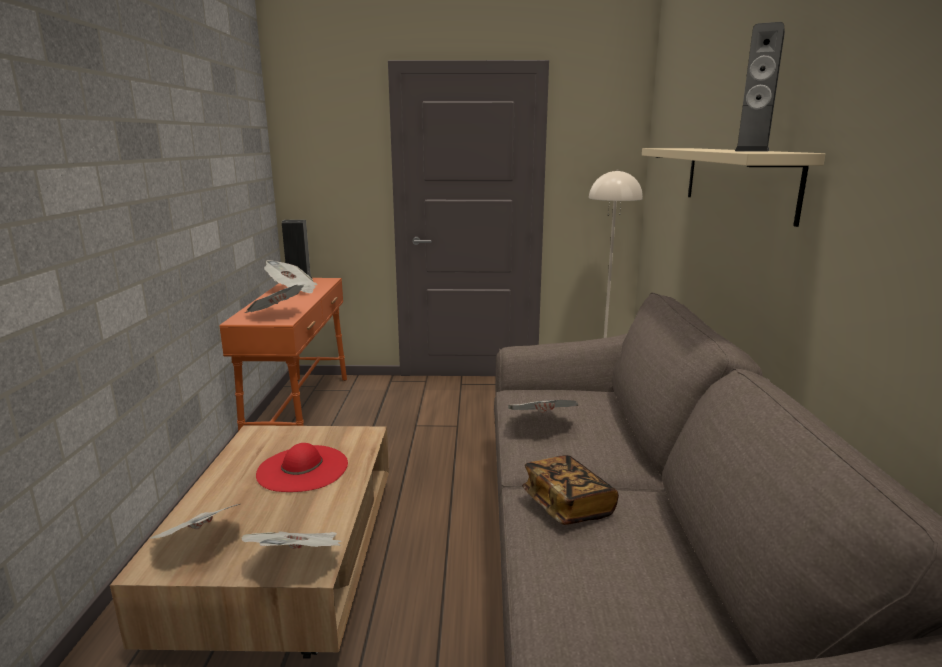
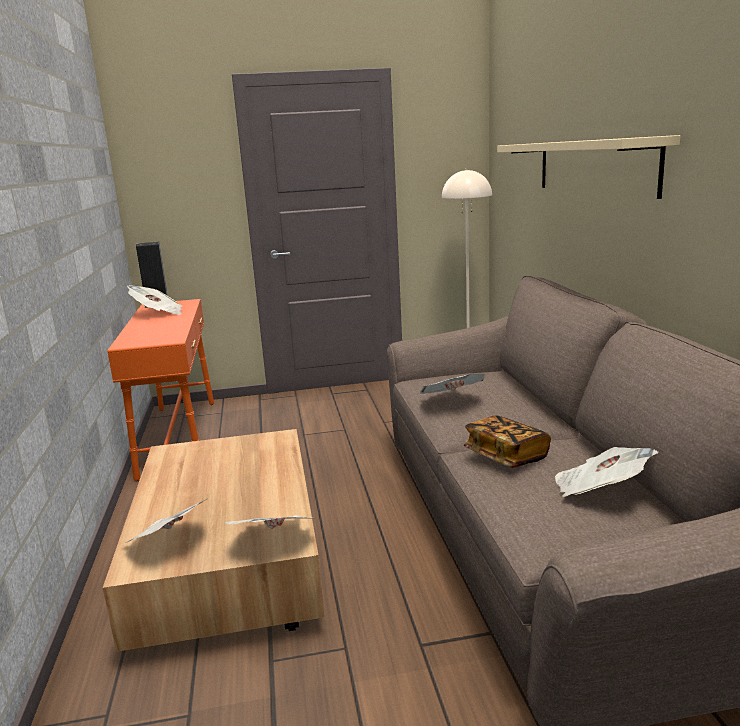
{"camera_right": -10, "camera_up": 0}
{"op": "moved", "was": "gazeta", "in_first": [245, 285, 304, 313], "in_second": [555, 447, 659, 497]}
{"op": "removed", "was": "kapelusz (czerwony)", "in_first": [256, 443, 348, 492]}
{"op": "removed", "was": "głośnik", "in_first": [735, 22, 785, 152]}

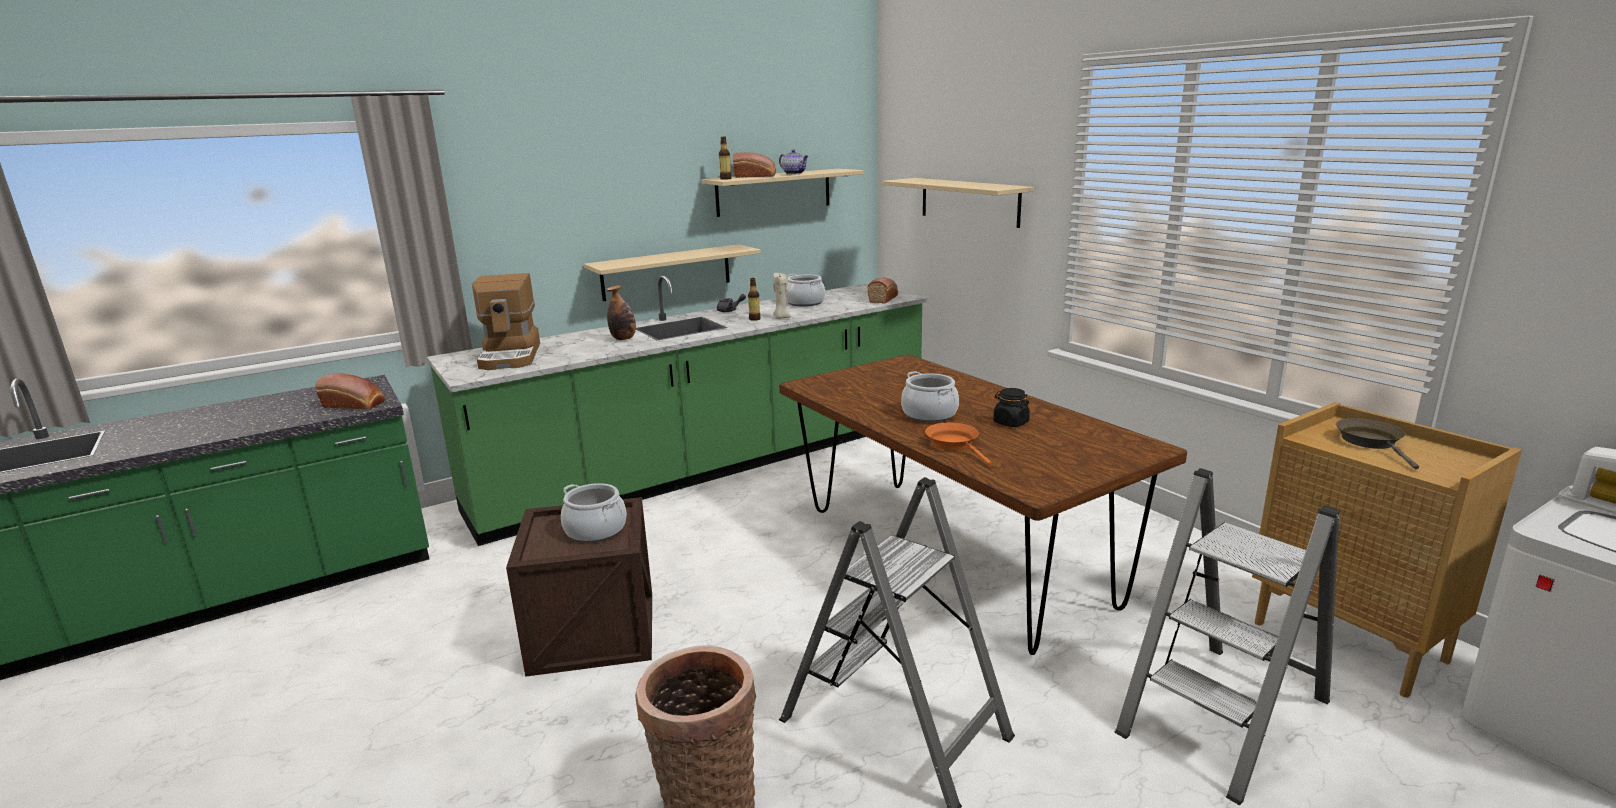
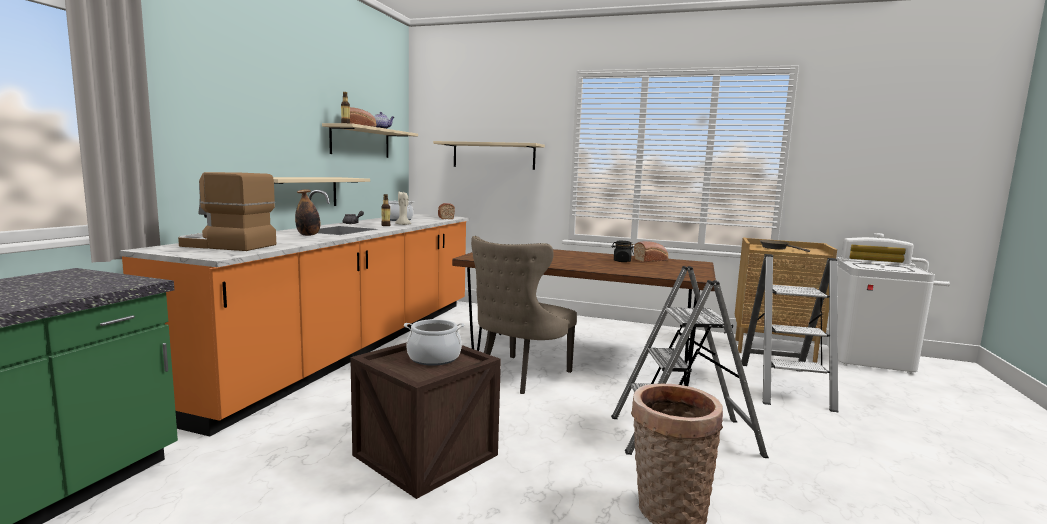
{"camera_right": -40, "camera_up": -10}
{"op": "recoloured", "was": "zabudowa kuchenna (zielony)", "now": "zabudowa kuchenna (pomarańczowy)", "in_first": [427, 275, 927, 546], "in_second": [119, 190, 470, 437]}
{"op": "turned", "was": "ekspres do kawy", "in_first": [472, 273, 540, 370], "in_second": [178, 172, 276, 251], "clockwise": 150}
{"op": "added", "now": "krzesło (beżowy)", "in_second": [471, 236, 577, 394]}
{"op": "moved", "was": "chleb", "in_first": [315, 373, 385, 410], "in_second": [634, 241, 668, 262]}
{"op": "removed", "was": "garnek", "in_first": [901, 371, 959, 422]}
{"op": "removed", "was": "patelnia (pomarańczowy)", "in_first": [925, 423, 992, 466]}

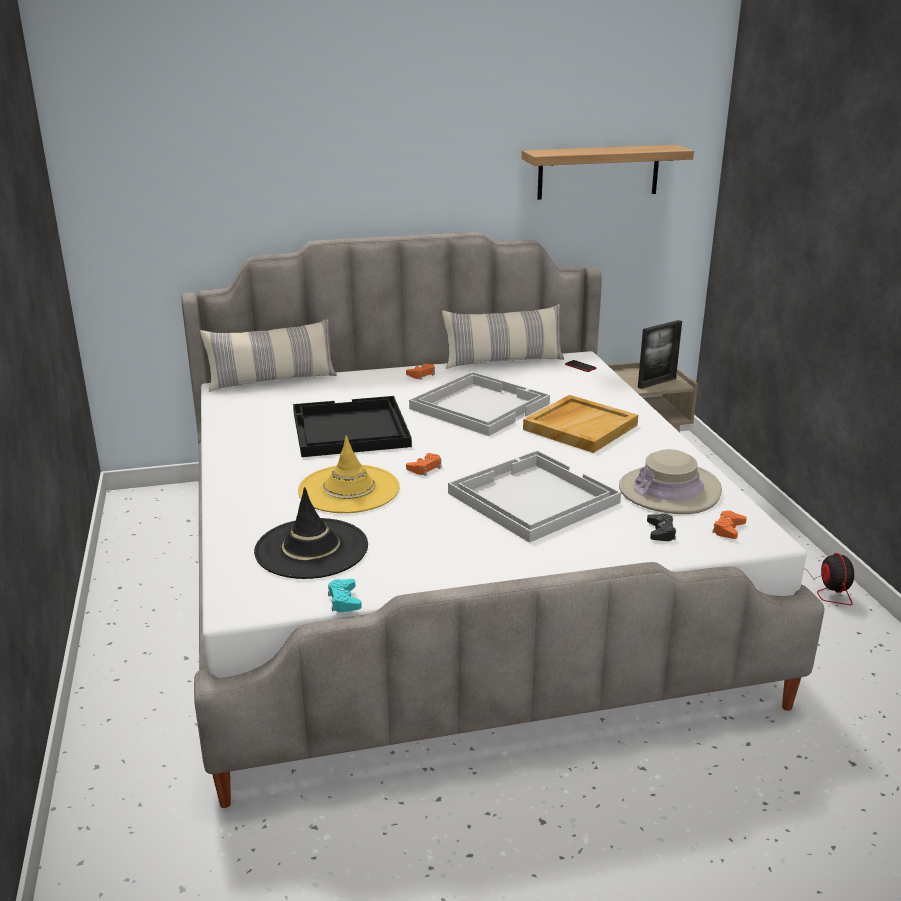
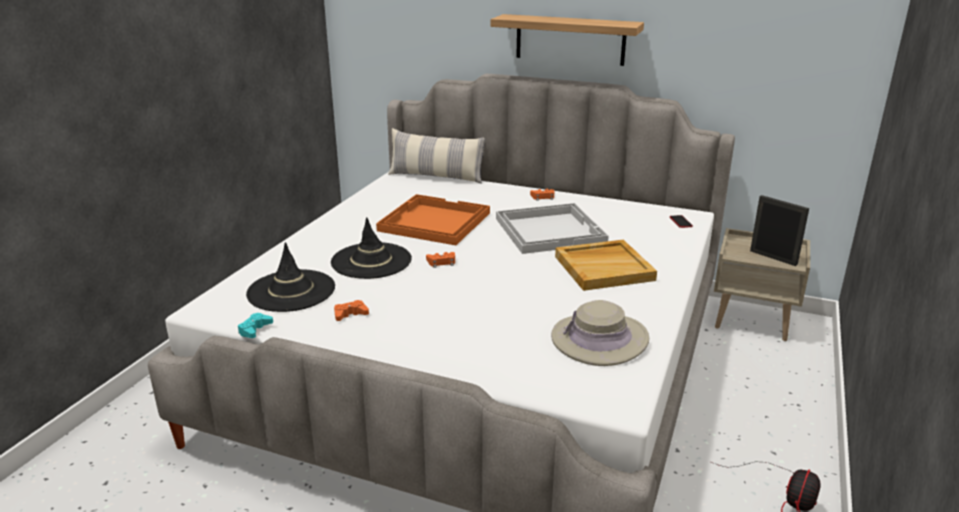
{"camera_right": 35, "camera_up": 0}
{"op": "recoloured", "was": "kapelusz (żółty)", "now": "kapelusz (czarny)", "in_first": [298, 435, 400, 513], "in_second": [331, 217, 412, 279]}
{"op": "moved", "was": "pad do gier (pomarańczowy)", "in_first": [712, 511, 747, 539], "in_second": [334, 300, 369, 321]}
{"op": "recoloured", "was": "taca (czarny)", "now": "taca (pomarańczowy)", "in_first": [293, 396, 412, 457], "in_second": [376, 194, 490, 245]}
{"op": "moved", "was": "półka", "in_first": [522, 145, 694, 200], "in_second": [490, 14, 644, 66]}
{"op": "turned", "was": "ramka na zdjęcie", "in_first": [638, 320, 682, 389], "in_second": [750, 195, 809, 266], "clockwise": -135}
{"op": "removed", "was": "poduszka", "in_first": [442, 304, 564, 369]}
{"op": "removed", "was": "taca (biały)", "in_first": [448, 450, 621, 543]}
{"op": "removed", "was": "pad do gier (czarny)", "in_first": [647, 513, 676, 541]}

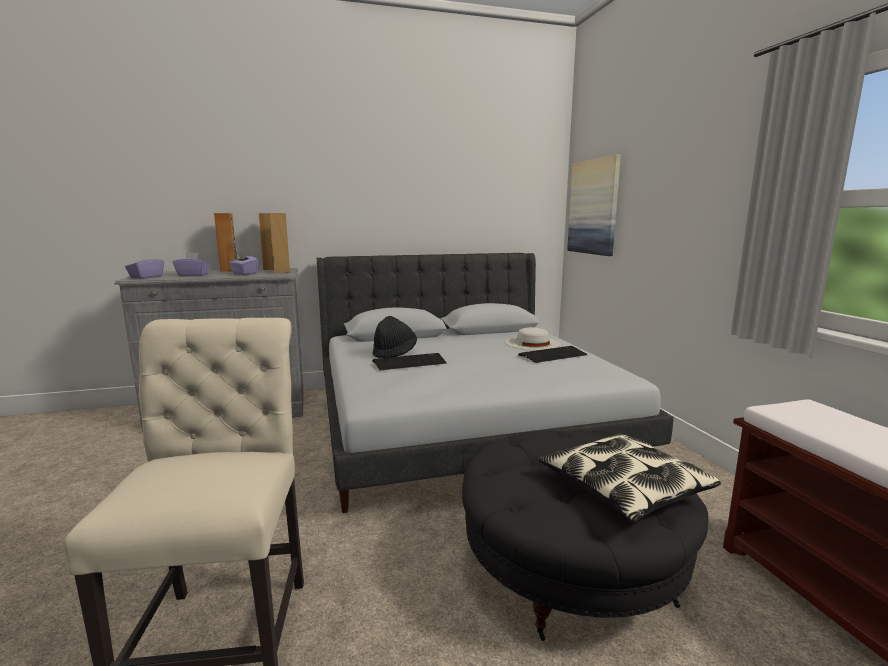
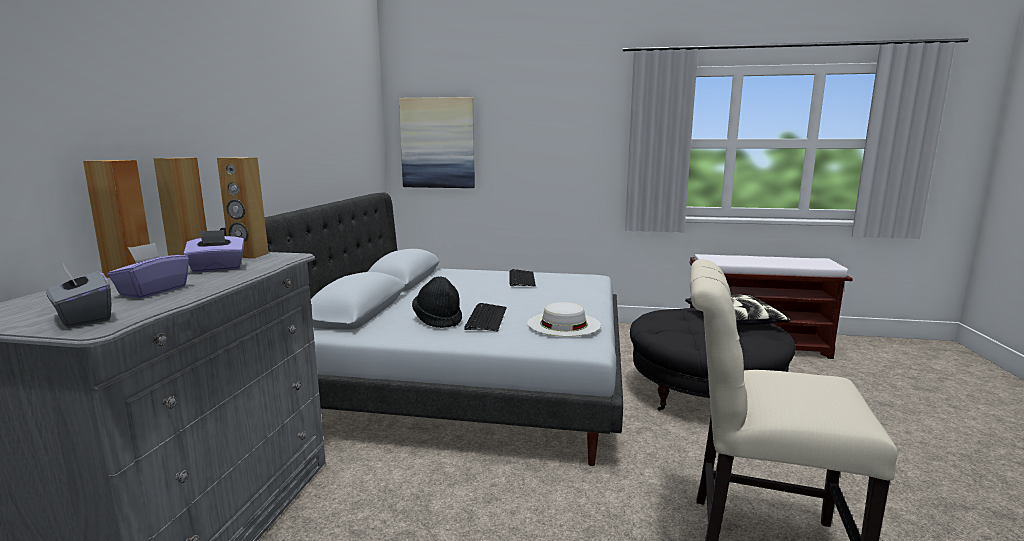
{"camera_right": -65, "camera_up": 0}
{"op": "recoloured", "was": "pudełko chusteczek (fioletowy)", "now": "pudełko chusteczek (szary)", "in_first": [125, 253, 164, 279], "in_second": [46, 263, 111, 328]}
{"op": "moved", "was": "kapelusz (biały)", "in_first": [505, 327, 561, 350], "in_second": [527, 302, 601, 337]}

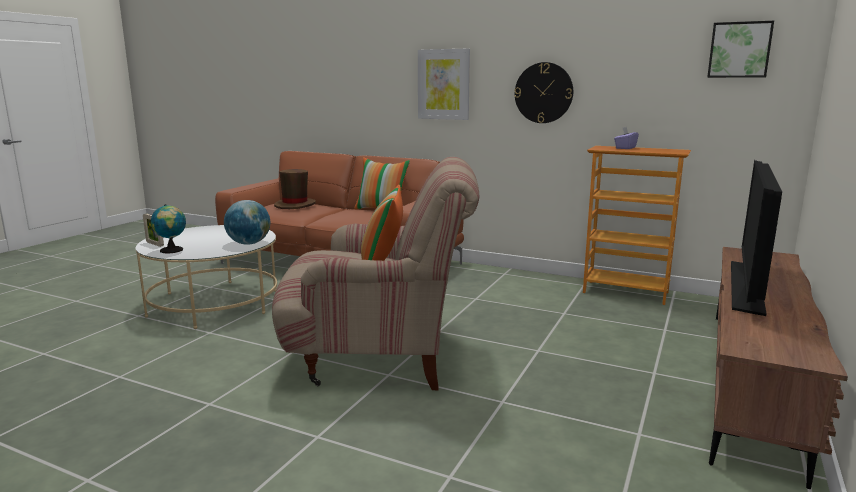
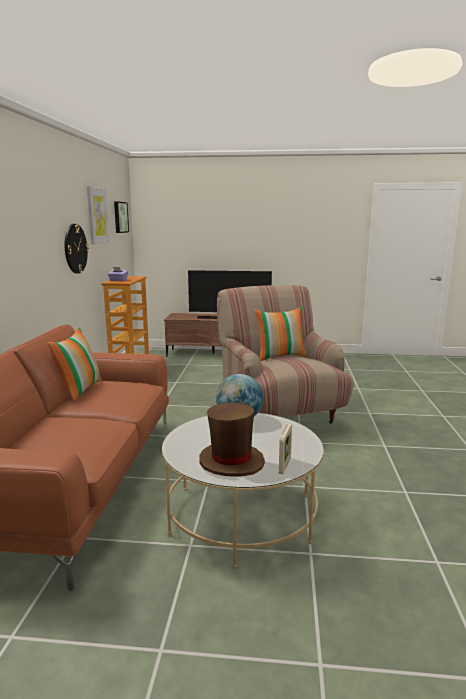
{"camera_right": -110, "camera_up": 0}
{"op": "moved", "was": "obraz", "in_first": [418, 48, 470, 120], "in_second": [87, 186, 110, 245]}
{"op": "moved", "was": "kapelusz (brązowy)", "in_first": [274, 169, 316, 209], "in_second": [199, 403, 265, 476]}
{"op": "removed", "was": "globus", "in_first": [151, 204, 186, 254]}

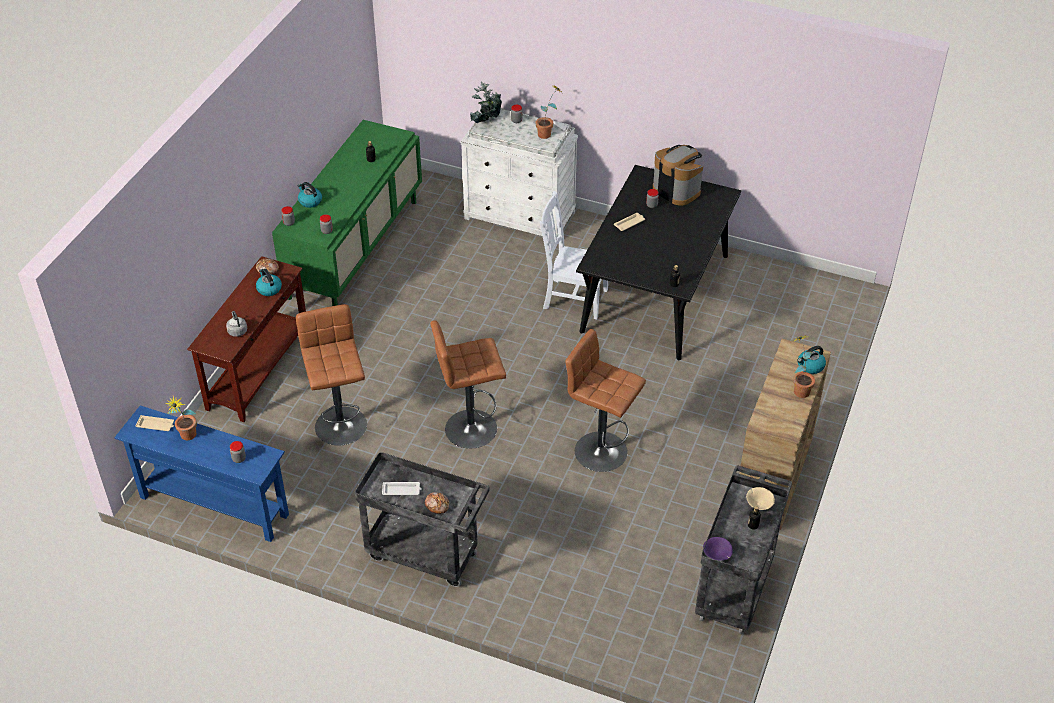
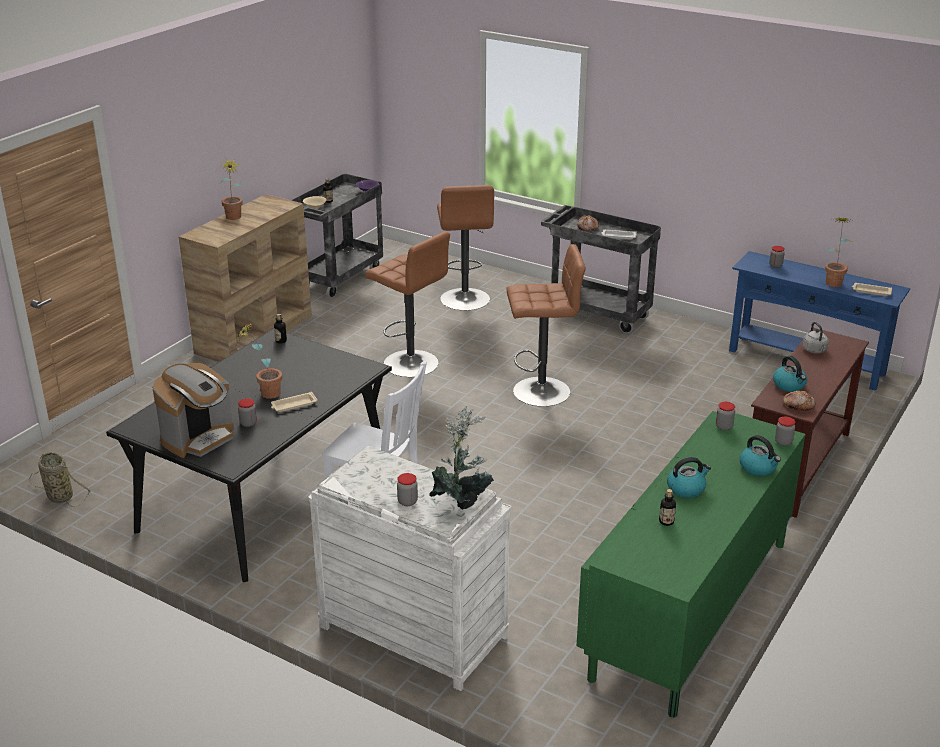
{"camera_right": -170, "camera_up": -15}
{"op": "added", "now": "koszyk", "in_second": [29, 452, 91, 507]}
{"op": "turned", "was": "ekspres do kawy", "in_first": [653, 145, 703, 206], "in_second": [152, 363, 234, 458], "clockwise": -105}
{"op": "moved", "was": "roślina doniczkowa", "in_first": [536, 85, 563, 139], "in_second": [237, 323, 282, 399]}
{"op": "moved", "was": "stołek (brązowy)", "in_first": [296, 304, 367, 446], "in_second": [437, 185, 494, 310]}
{"op": "moved", "was": "czajnik", "in_first": [797, 346, 826, 374], "in_second": [667, 457, 711, 498]}

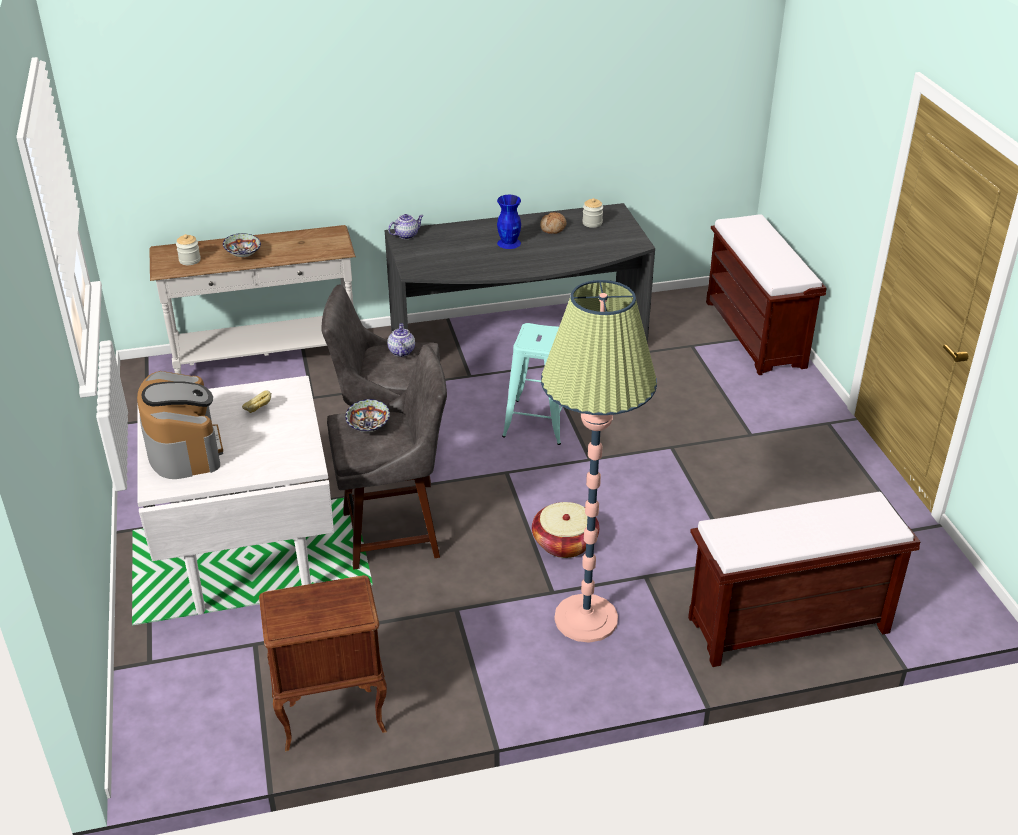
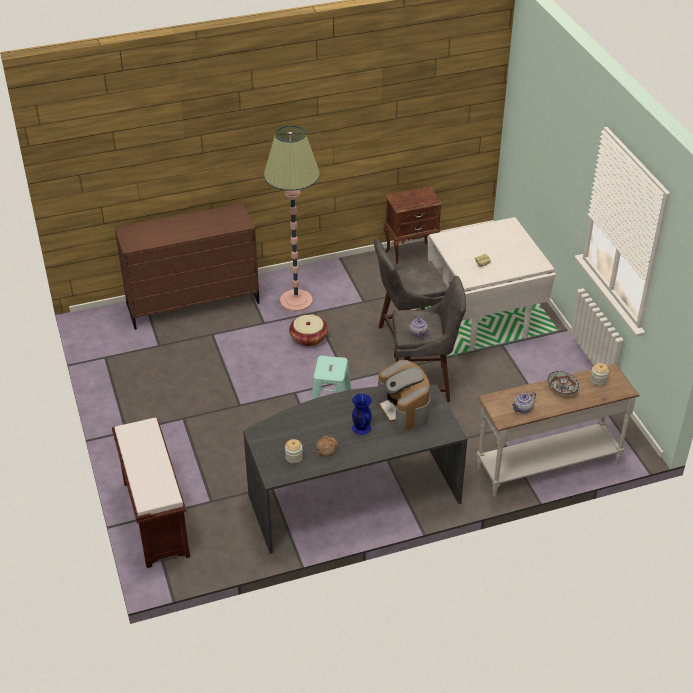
{"camera_right": 175, "camera_up": 5}
{"op": "replaced", "was": "ławka (brązowy)", "now": "komoda (brązowy)", "in_first": [688, 492, 920, 667], "in_second": [114, 203, 260, 330]}
{"op": "moved", "was": "ekspres do kawy", "in_first": [137, 371, 223, 479], "in_second": [378, 360, 430, 432]}
{"op": "moved", "was": "imbryk", "in_first": [388, 214, 424, 239], "in_second": [512, 392, 536, 413]}
{"op": "removed", "was": "miska", "in_first": [345, 399, 390, 432]}

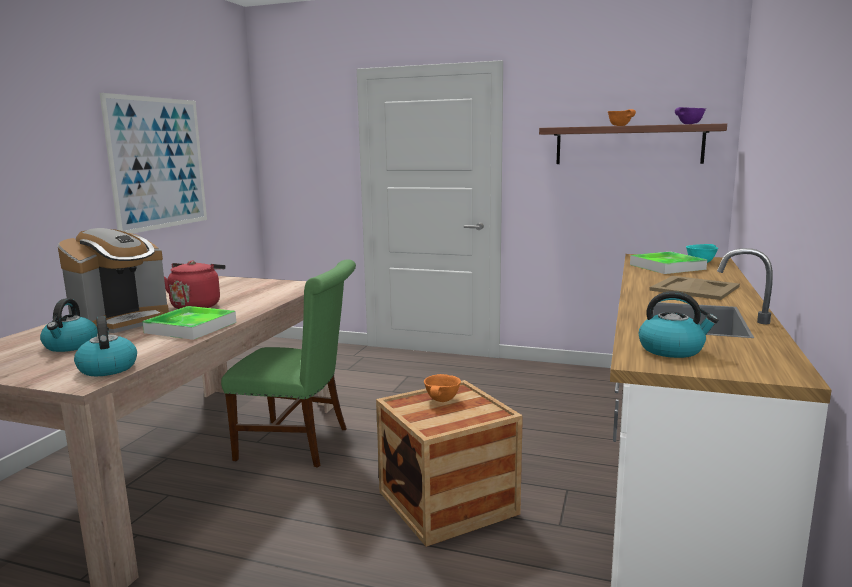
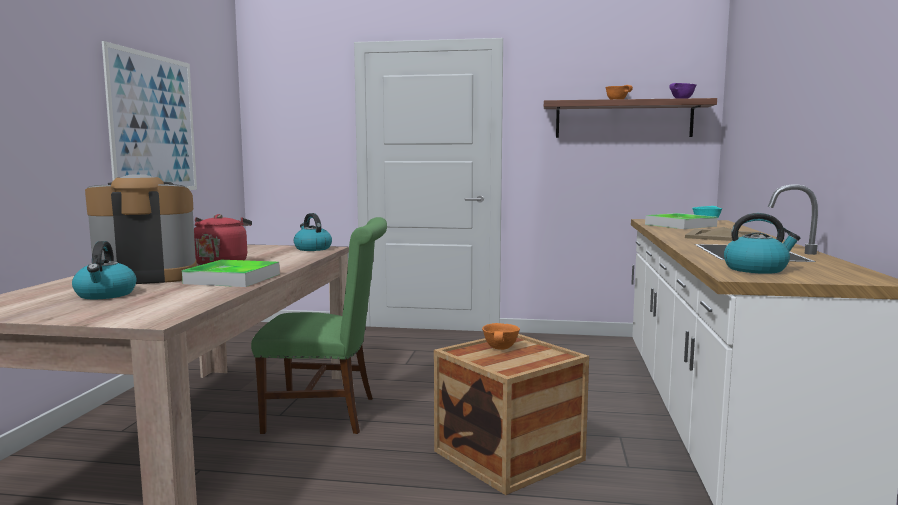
{"camera_right": -10, "camera_up": -5}
{"op": "turned", "was": "ekspres do kawy", "in_first": [58, 228, 169, 333], "in_second": [85, 174, 197, 284], "clockwise": -135}
{"op": "moved", "was": "czajnik", "in_first": [74, 316, 137, 376], "in_second": [294, 213, 332, 251]}

